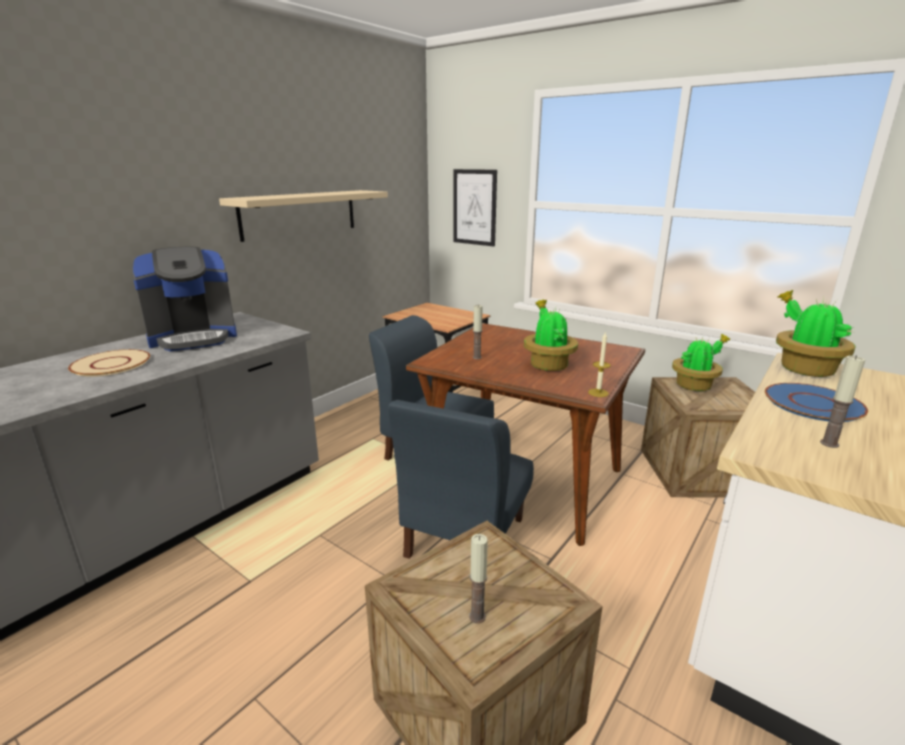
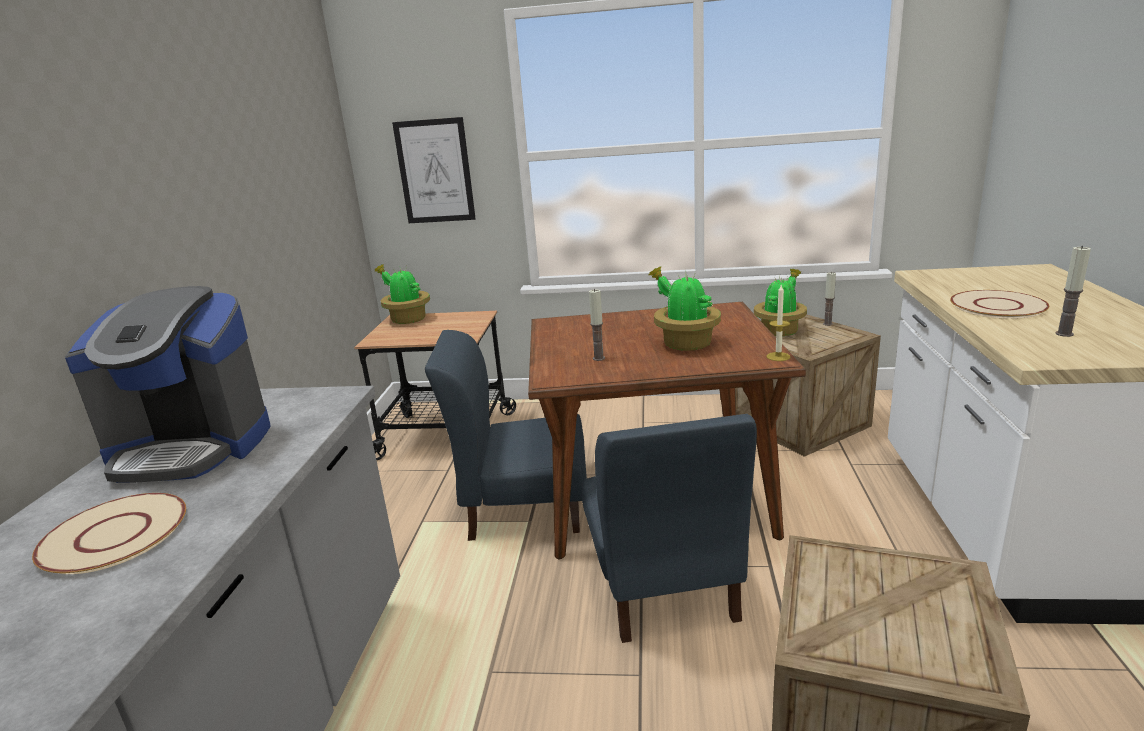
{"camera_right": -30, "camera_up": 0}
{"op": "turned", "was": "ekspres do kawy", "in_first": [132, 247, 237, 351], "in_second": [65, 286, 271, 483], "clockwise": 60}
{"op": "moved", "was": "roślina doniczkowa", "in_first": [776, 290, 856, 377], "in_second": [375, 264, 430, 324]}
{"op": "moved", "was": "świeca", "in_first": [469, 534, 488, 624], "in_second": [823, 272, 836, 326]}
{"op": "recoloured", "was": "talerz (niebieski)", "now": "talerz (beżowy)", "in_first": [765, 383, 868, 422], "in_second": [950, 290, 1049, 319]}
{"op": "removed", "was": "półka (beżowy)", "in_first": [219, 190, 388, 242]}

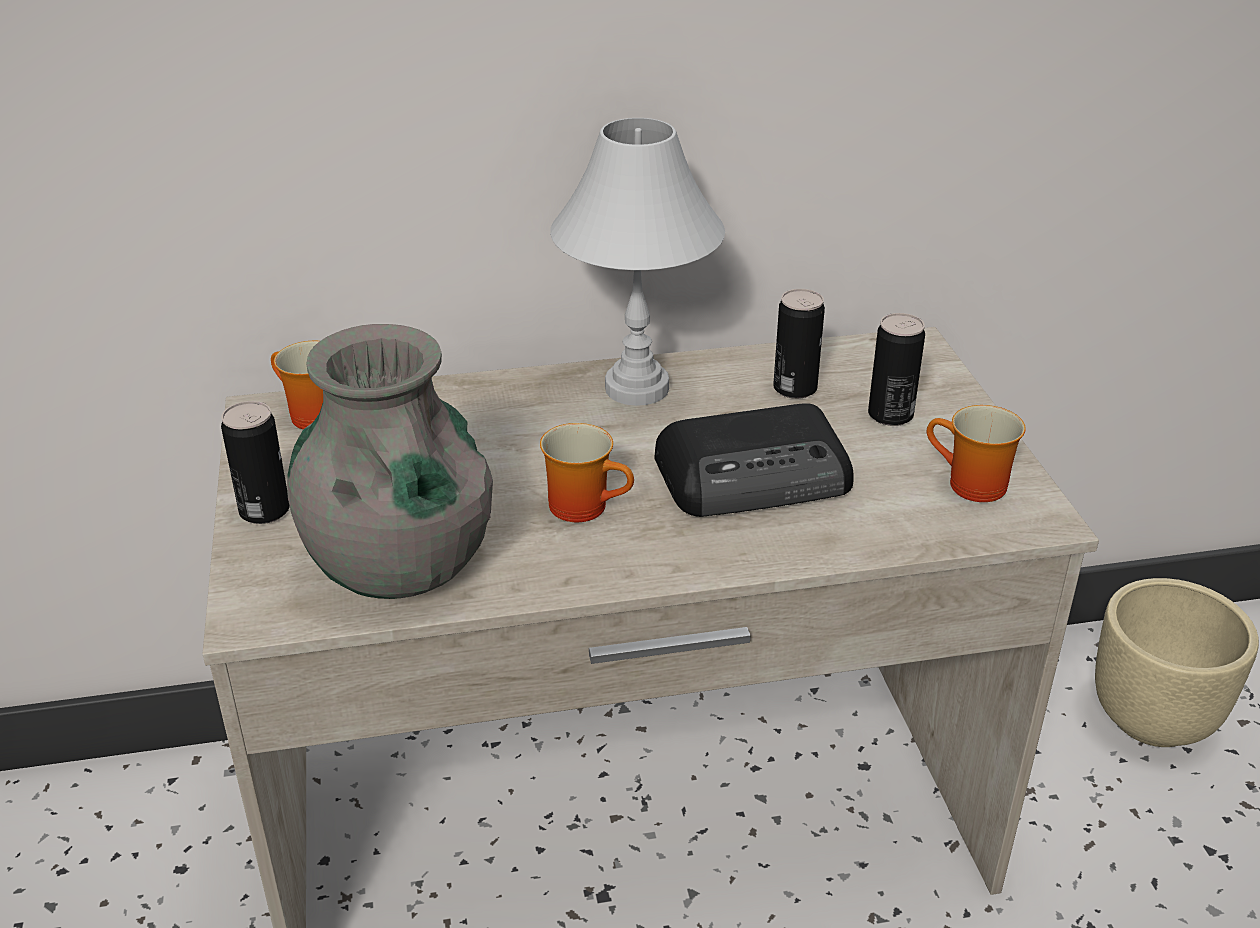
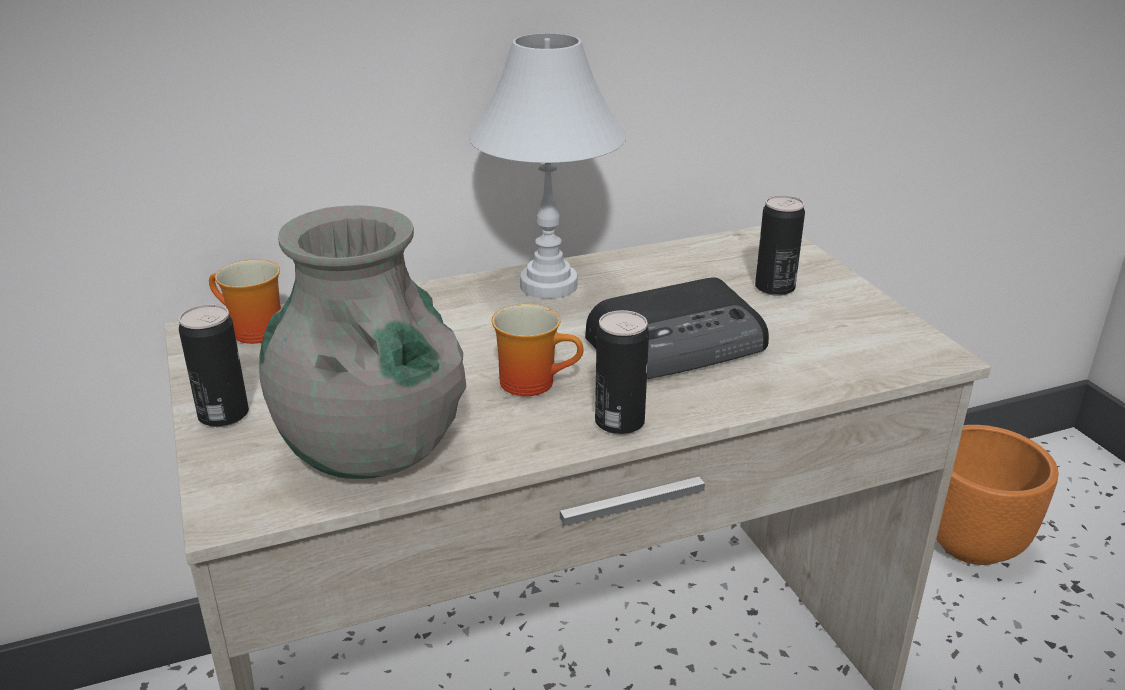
{"camera_right": -10, "camera_up": -5}
{"op": "moved", "was": "puszka", "in_first": [773, 289, 825, 399], "in_second": [595, 310, 649, 435]}
{"op": "recoloured", "was": "donica (beżowy)", "now": "donica (pomarańczowy)", "in_first": [1095, 578, 1259, 747], "in_second": [936, 425, 1059, 565]}
{"op": "removed", "was": "kubek", "in_first": [927, 405, 1026, 502]}

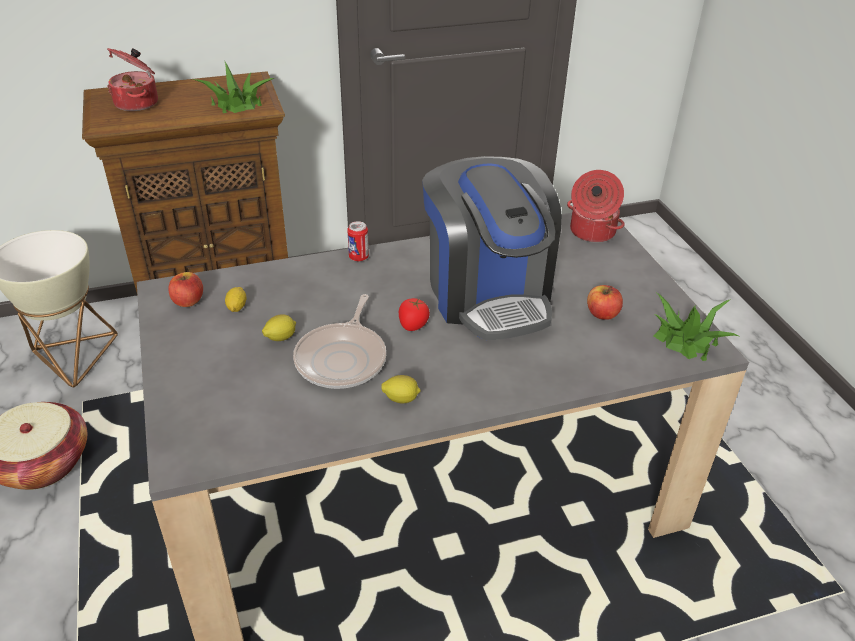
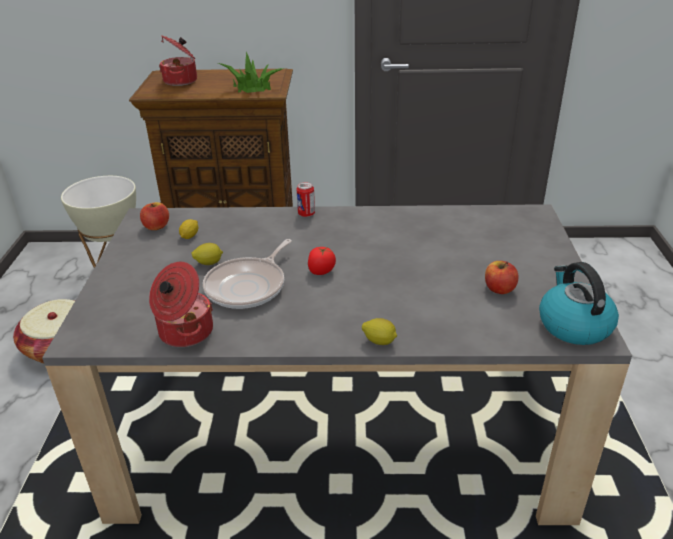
{"camera_right": 20, "camera_up": -5}
{"op": "moved", "was": "garnek", "in_first": [567, 170, 625, 243], "in_second": [149, 262, 213, 347]}
{"op": "moved", "was": "cytryna", "in_first": [381, 375, 421, 403], "in_second": [362, 318, 397, 345]}
{"op": "replaced", "was": "roślina doniczkowa", "now": "czajnik", "in_first": [654, 293, 738, 361], "in_second": [539, 262, 619, 345]}
{"op": "removed", "was": "ekspres do kawy", "in_first": [422, 156, 562, 340]}

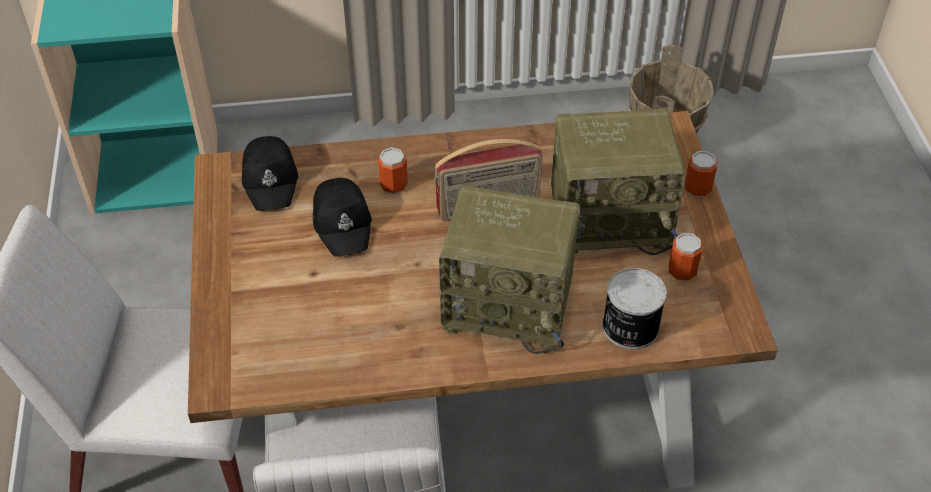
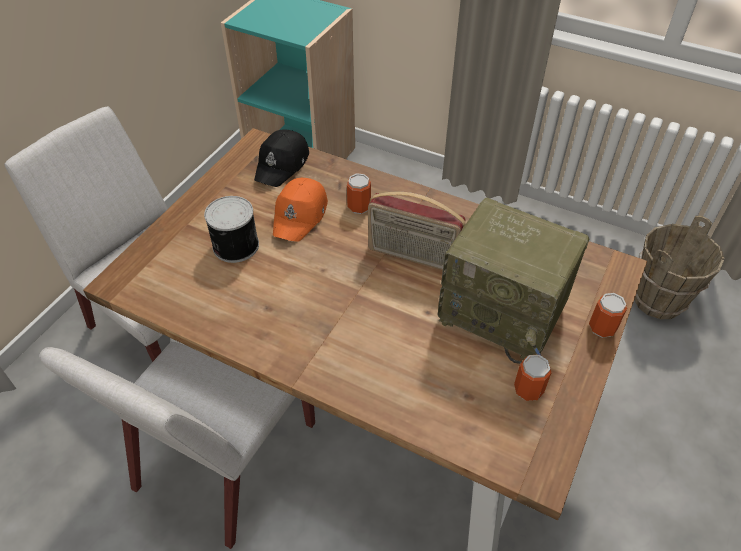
{"camera_right": 35, "camera_up": 0}
{"op": "moved", "was": "puszka", "in_first": [602, 268, 667, 349], "in_second": [204, 196, 259, 263]}
{"op": "recoloured", "was": "czapka z daszkiem (czarny)", "now": "czapka z daszkiem (pomarańczowy)", "in_first": [313, 178, 372, 256], "in_second": [273, 178, 328, 242]}
{"op": "removed", "was": "radio", "in_first": [439, 185, 580, 354]}

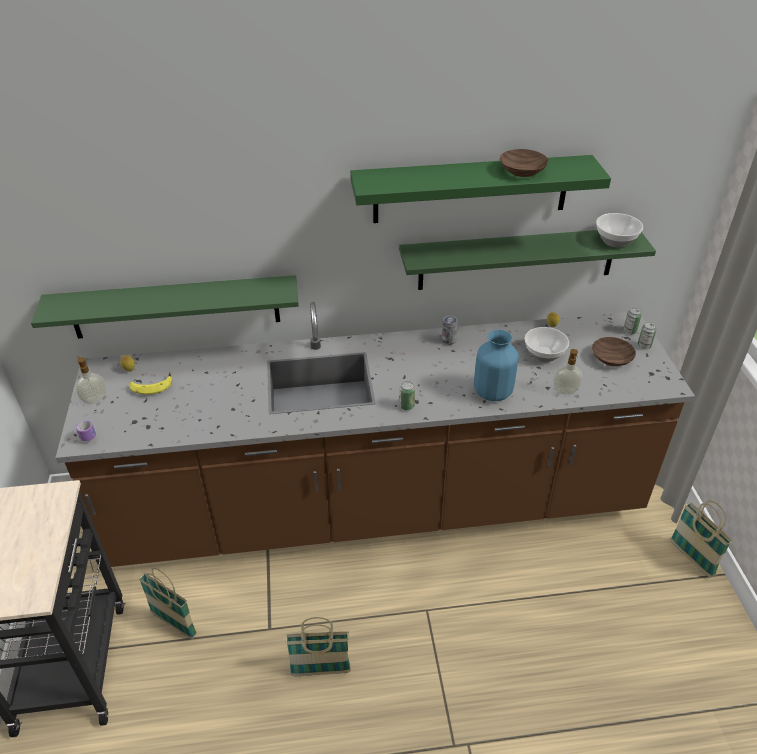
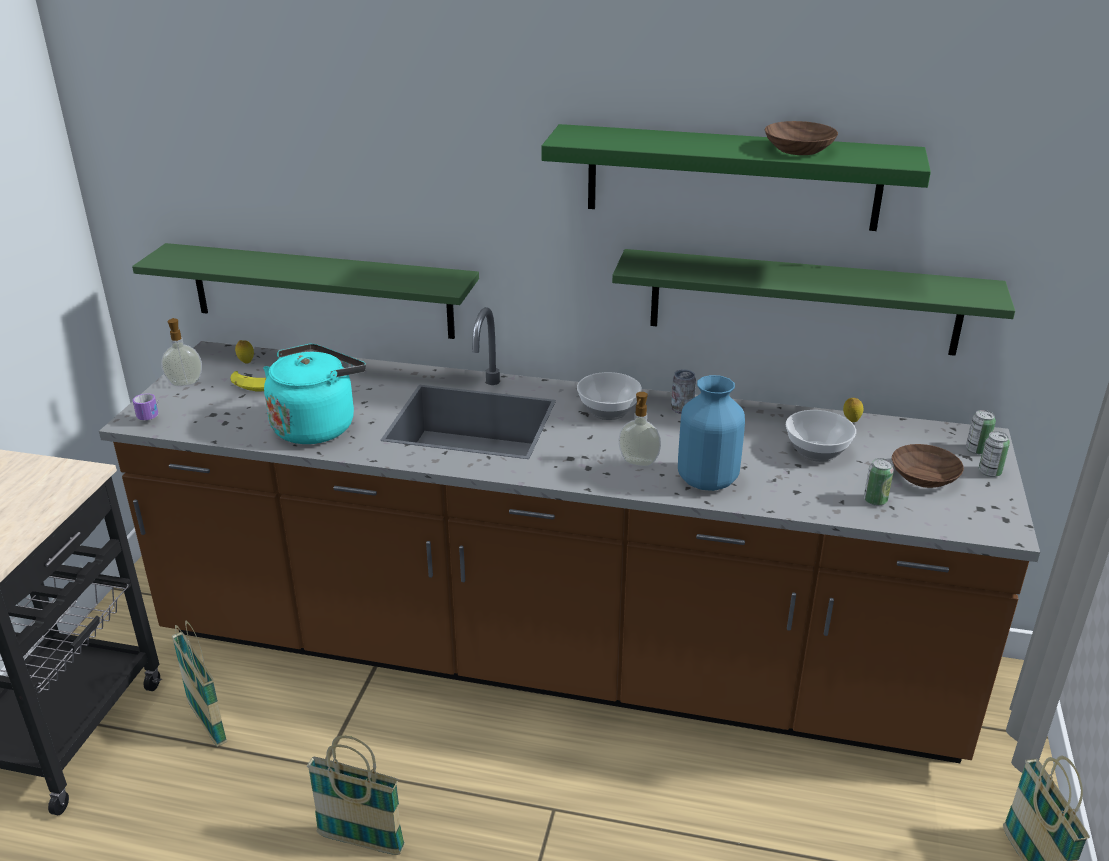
{"camera_right": 20, "camera_up": -10}
{"op": "added", "now": "czajnik (turkusowy)", "in_second": [263, 344, 366, 444]}
{"op": "moved", "was": "miska", "in_first": [596, 213, 643, 247], "in_second": [577, 372, 642, 420]}
{"op": "moved", "was": "dozownik mydła", "in_first": [553, 349, 583, 394], "in_second": [618, 392, 661, 467]}
{"op": "moved", "was": "puszka", "in_first": [400, 381, 415, 410], "in_second": [864, 458, 894, 506]}

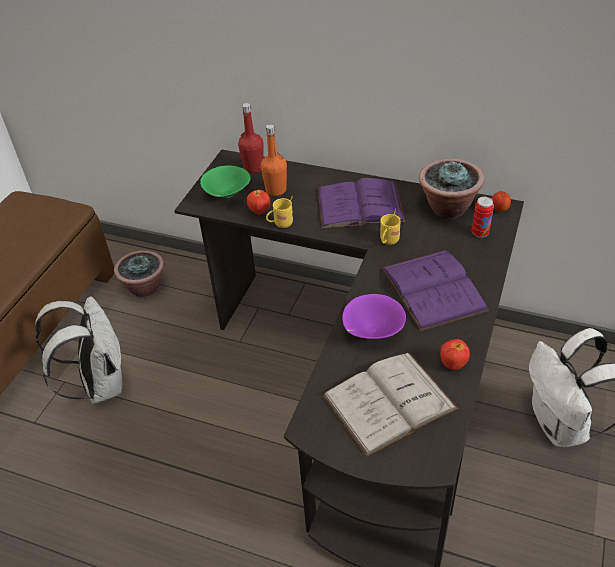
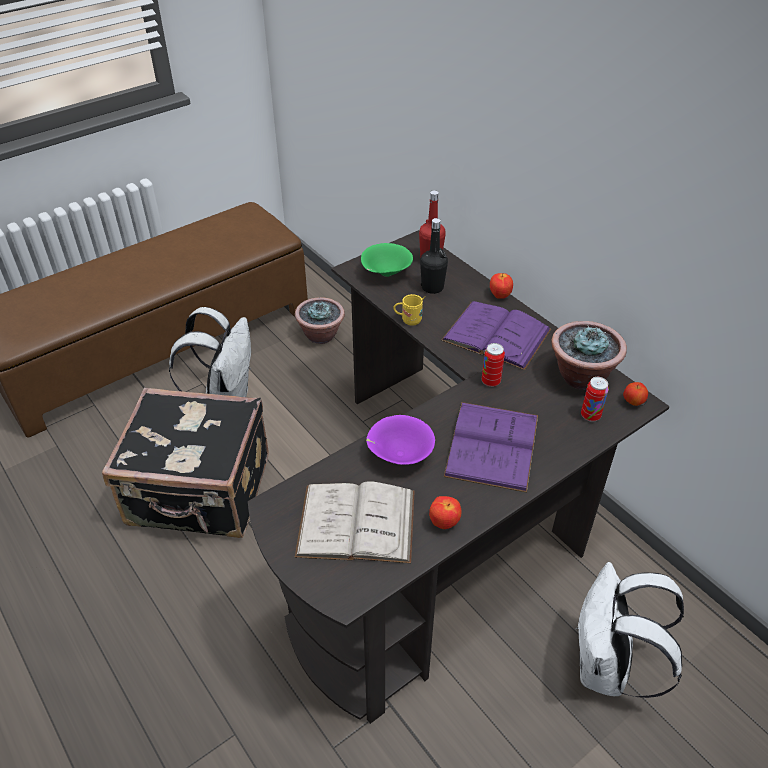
{"camera_right": 30, "camera_up": 0}
{"op": "added", "now": "walizka (czarny)", "in_second": [102, 388, 269, 538]}
{"op": "recoloured", "was": "butelka (pomarańczowy)", "now": "butelka (czarny)", "in_first": [261, 124, 287, 196], "in_second": [420, 218, 448, 294]}
{"op": "replaced", "was": "kubek (żółty)", "now": "puszka", "in_first": [380, 208, 401, 245], "in_second": [482, 343, 505, 387]}
{"op": "moved", "was": "jabłko", "in_first": [247, 190, 270, 215], "in_second": [490, 273, 513, 299]}

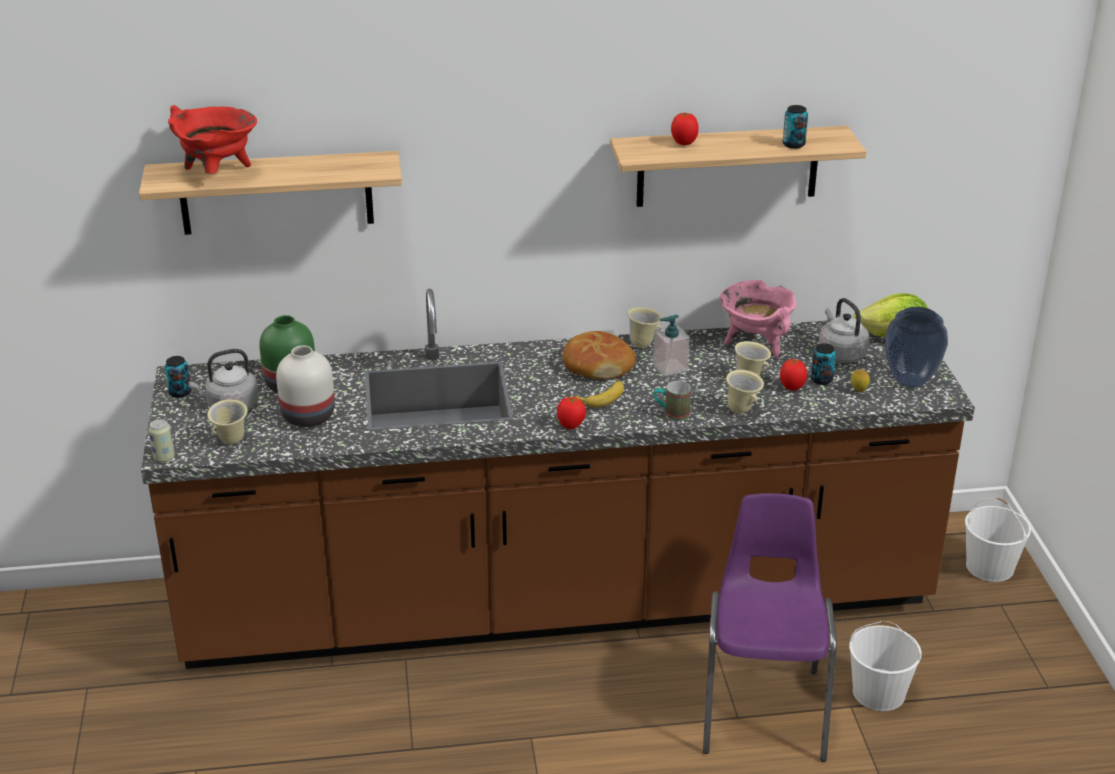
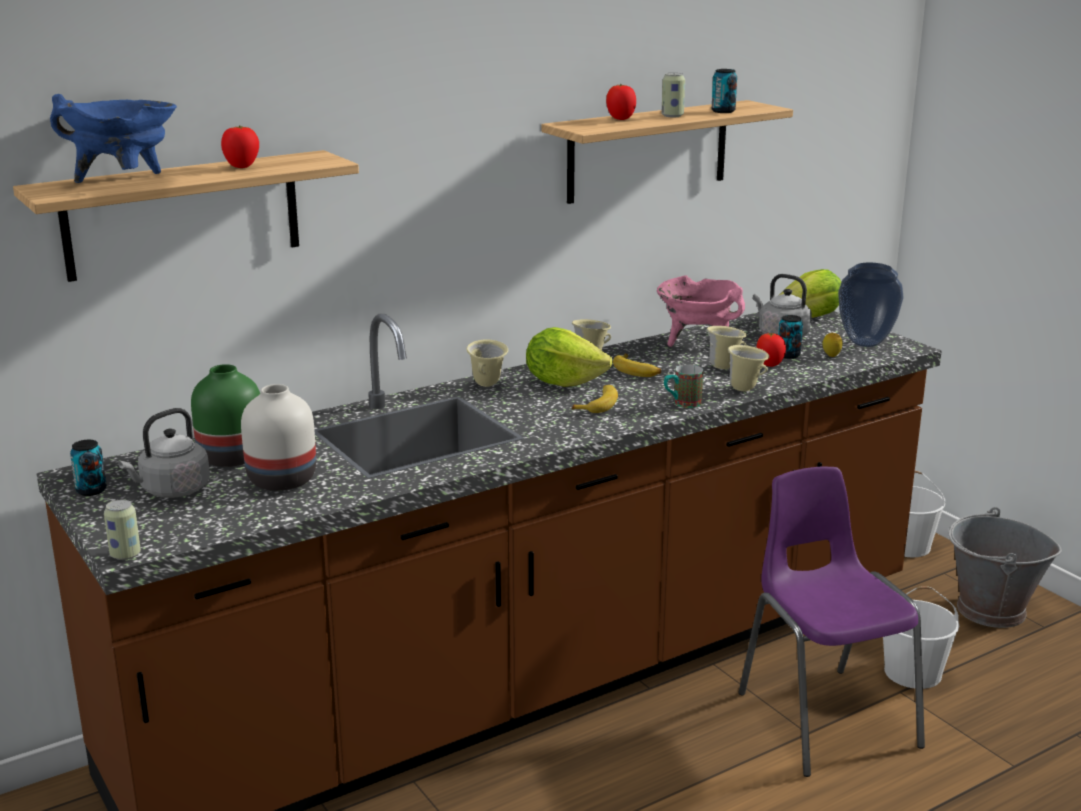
{"camera_right": -25, "camera_up": -10}
{"op": "recoloured", "was": "garnek (czerwony)", "now": "garnek (niebieski)", "in_first": [168, 105, 257, 174], "in_second": [50, 94, 177, 183]}
{"op": "moved", "was": "pomidor", "in_first": [557, 397, 586, 429], "in_second": [221, 125, 259, 168]}
{"op": "moved", "was": "kubek (beżowy)", "in_first": [207, 399, 248, 445], "in_second": [467, 340, 508, 387]}
{"op": "replaced", "was": "chleb", "now": "sałata", "in_first": [562, 331, 636, 379], "in_second": [526, 327, 613, 387]}
{"op": "replaced", "was": "dozownik mydła", "now": "banan", "in_first": [653, 315, 690, 376], "in_second": [613, 353, 661, 377]}
{"op": "added", "now": "puszka", "in_second": [662, 73, 685, 117]}
{"op": "added", "now": "wiadro (szary)", "in_second": [948, 507, 1062, 628]}

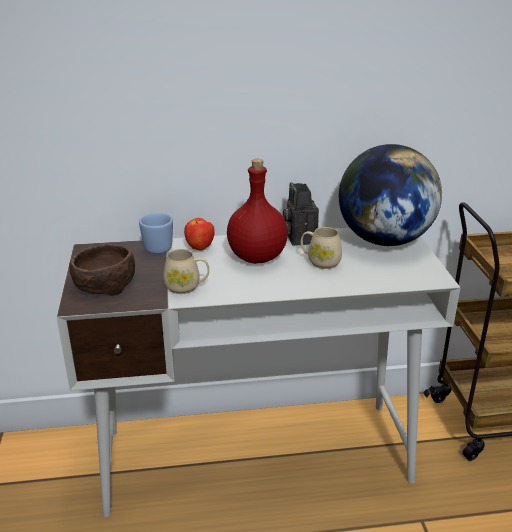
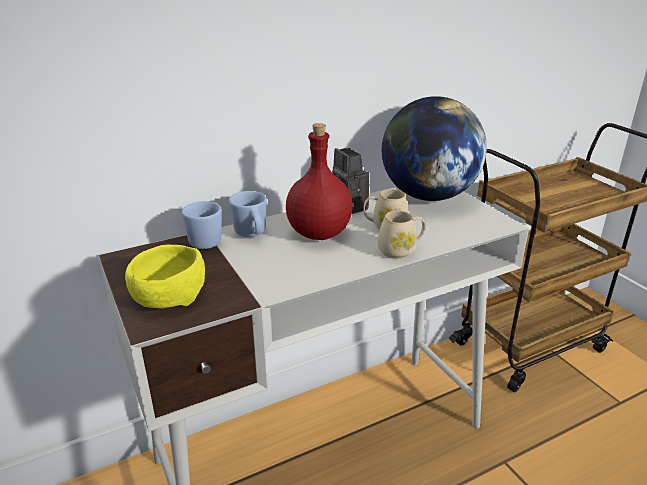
{"camera_right": -20, "camera_up": 0}
{"op": "recoloured", "was": "miska (brązowy)", "now": "miska (żółty)", "in_first": [69, 244, 135, 296], "in_second": [125, 245, 205, 308]}
{"op": "replaced", "was": "jabłko", "now": "kubek (niebieski)", "in_first": [184, 218, 215, 251], "in_second": [229, 191, 267, 237]}
{"op": "moved", "was": "kubek (beżowy)", "in_first": [163, 249, 209, 294], "in_second": [378, 211, 425, 259]}

